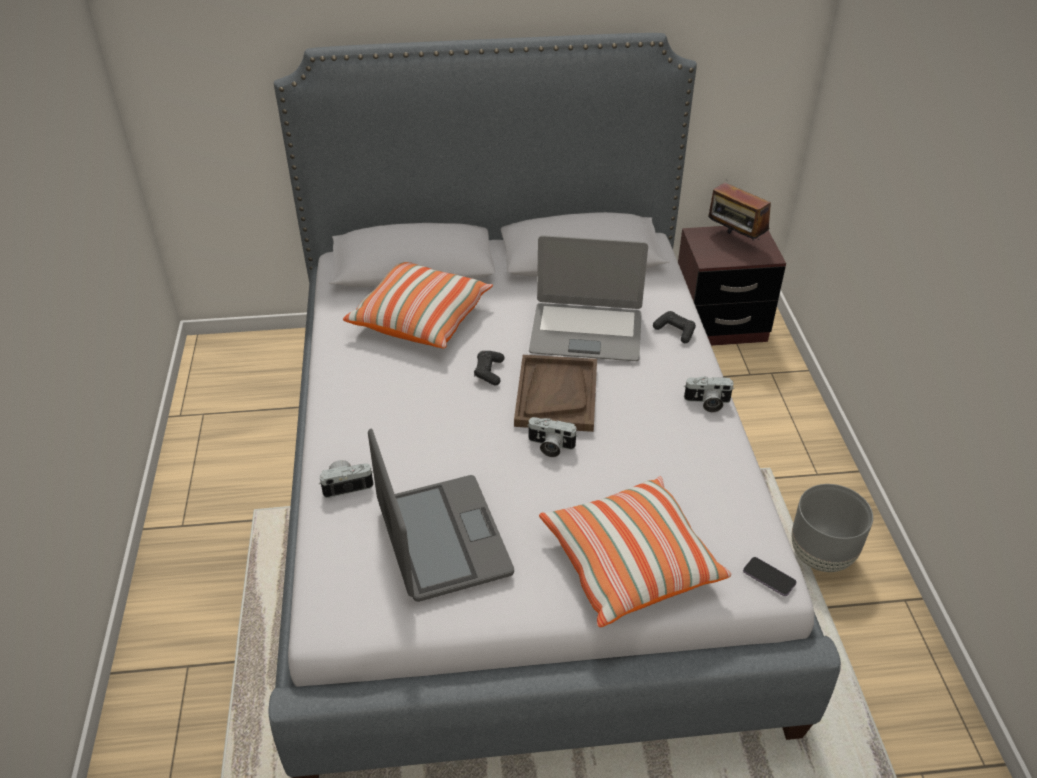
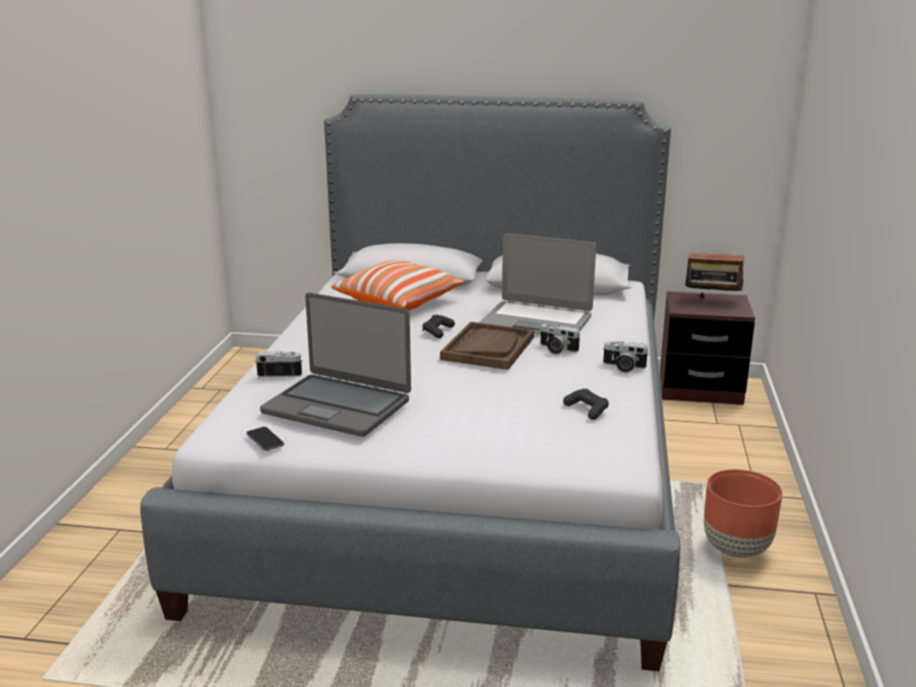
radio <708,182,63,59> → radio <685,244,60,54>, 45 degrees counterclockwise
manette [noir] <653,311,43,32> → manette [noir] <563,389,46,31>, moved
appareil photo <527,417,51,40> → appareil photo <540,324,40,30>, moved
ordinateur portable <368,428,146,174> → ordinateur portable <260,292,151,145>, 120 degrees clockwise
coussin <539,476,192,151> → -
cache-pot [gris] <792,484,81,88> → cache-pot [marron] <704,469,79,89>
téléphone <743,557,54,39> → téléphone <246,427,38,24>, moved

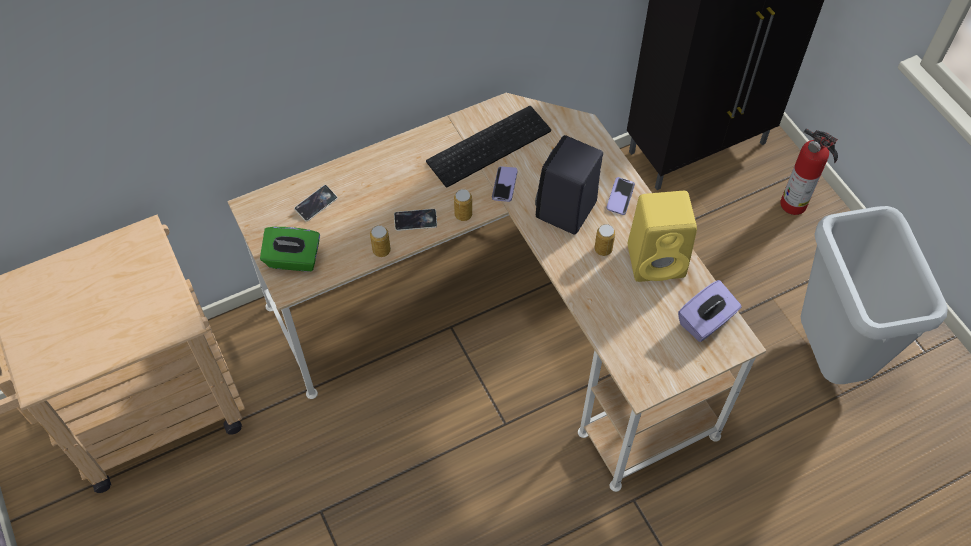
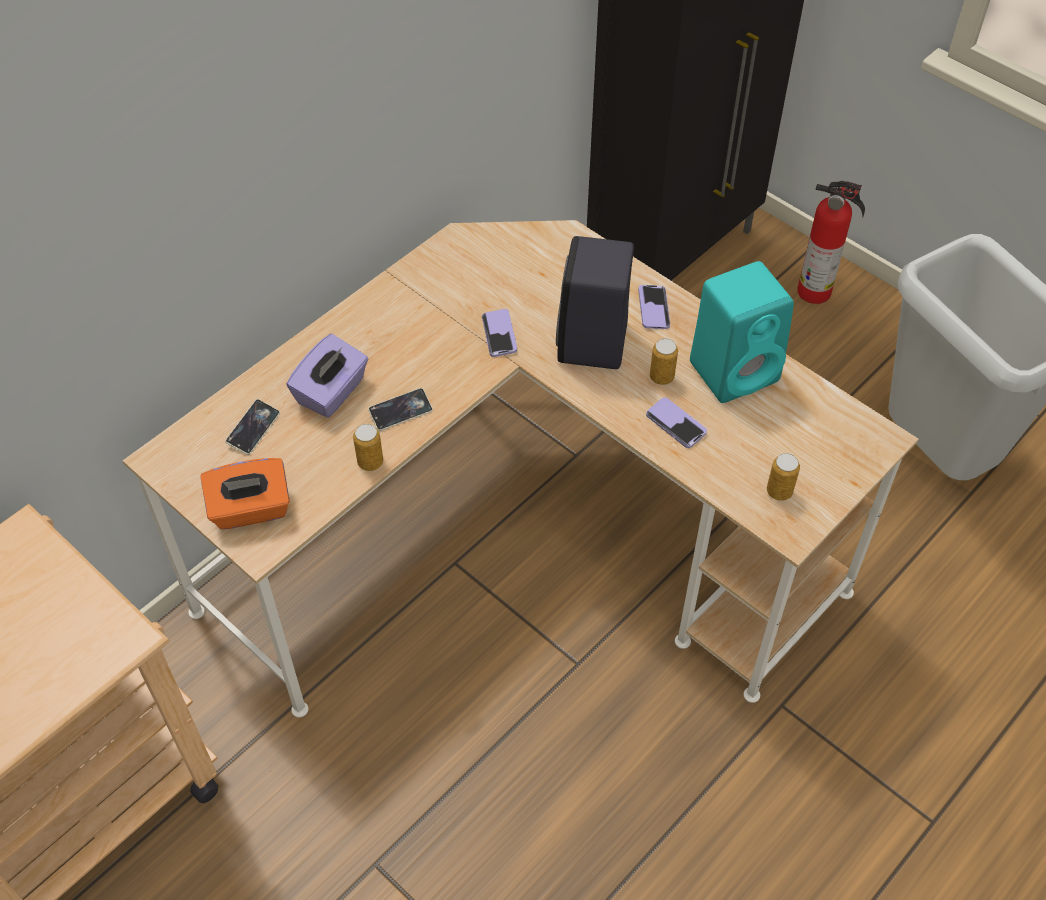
clavier <426,106,125,81> → -
boîte métallique <454,189,18,32> → boîte métallique <767,453,33,48>, moved
enceinte [jaune] <627,191,70,91> → enceinte [turquoise] <690,261,104,142>
boîte à mouchoirs [vert] <260,227,60,45> → boîte à mouchoirs [orange] <200,458,90,72>
boîte à mouchoirs [violet] <678,280,63,62> → boîte à mouchoirs [violet] <286,334,82,84>, moved
- → téléphone <646,398,61,50>

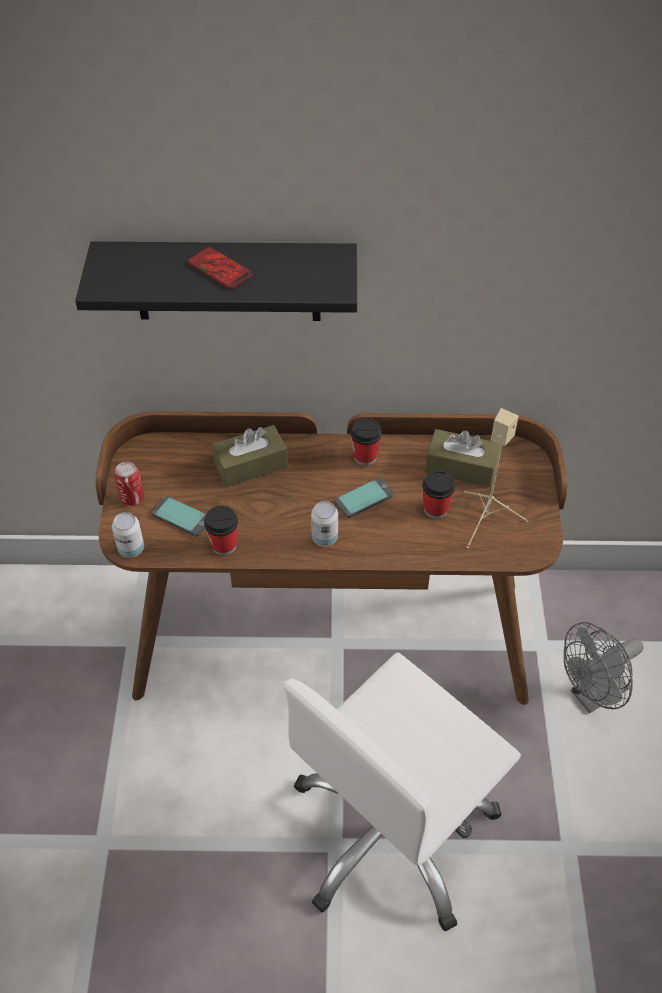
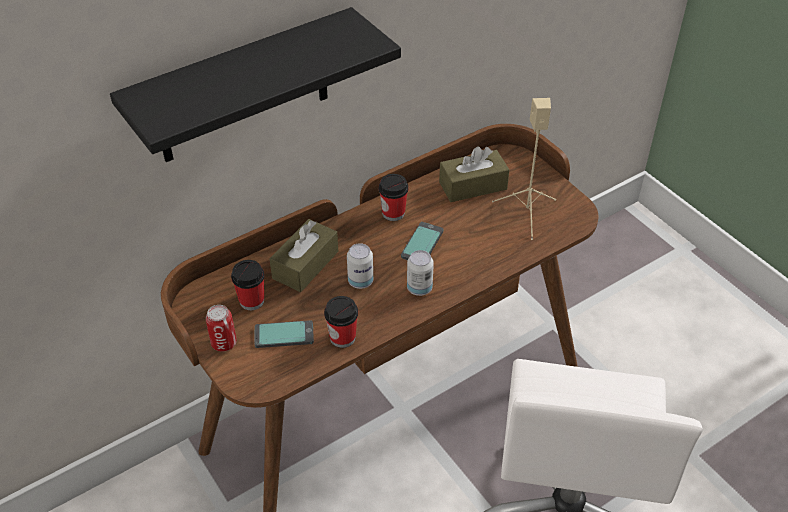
téléphone <187,247,65,42> → -
tasse <422,470,33,49> → tasse <231,260,34,50>, moved
boîte métallique <112,512,32,46> → boîte métallique <347,243,26,46>, moved
ventilateur [gris] <564,622,80,92> → -

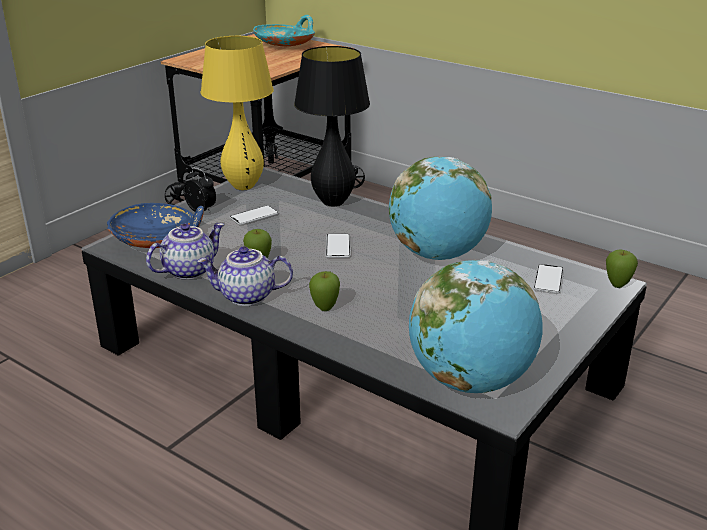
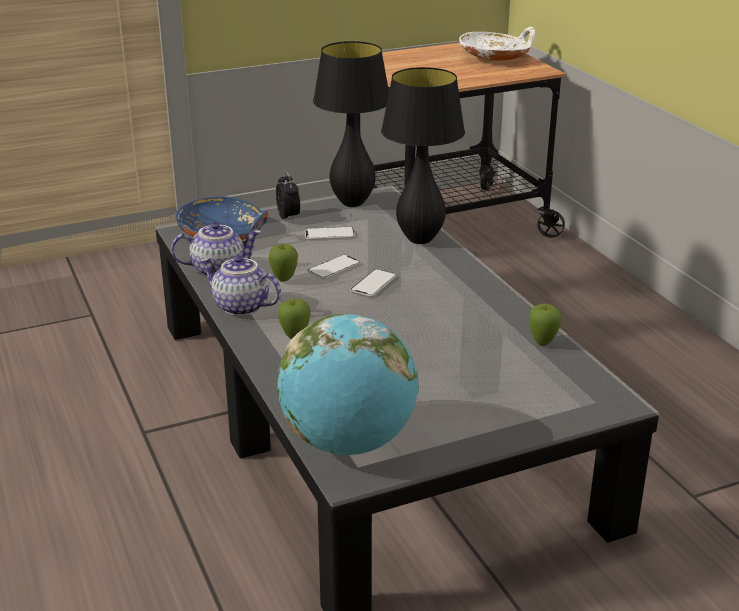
bol [turquoise] <253,15,62,31> → bol [blanc] <459,27,76,33>
lampe de table [jaune] <201,36,73,154> → lampe de table [noir] <313,41,76,166>
globe <389,157,103,103> → -
pomme <606,250,32,38> → pomme <529,304,33,42>, moved
téléphone <533,264,31,30> → téléphone <307,254,54,25>, moved

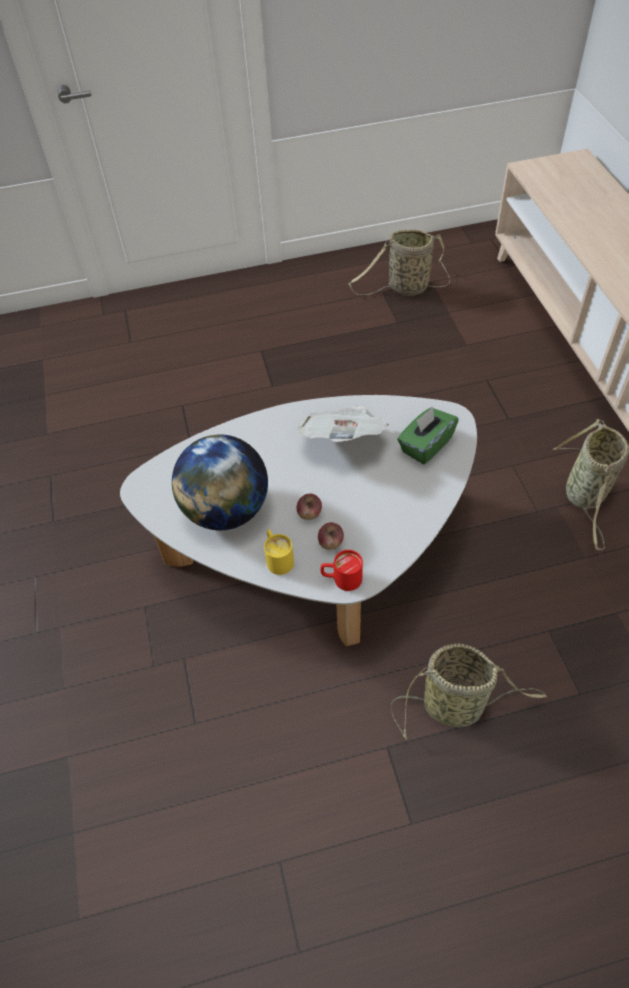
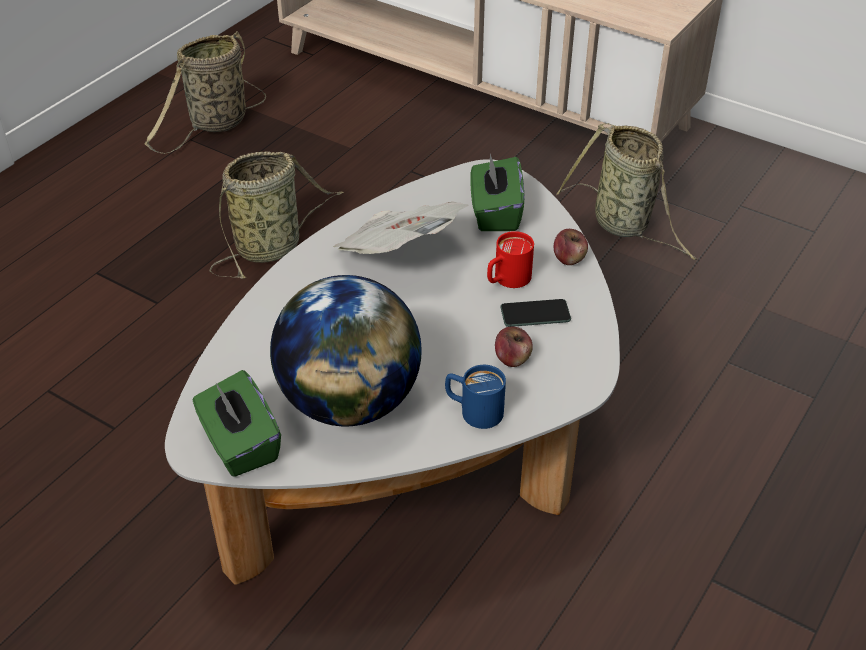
pomme <297,494,25,26> → pomme <554,229,34,36>, moved
mug [jaune] <264,529,30,46> → mug [bleu] <445,365,61,64>
mug [rouge] <320,550,43,41> → mug [rouge] <487,231,47,57>, moved
panier <391,643,156,97> → panier <209,152,135,127>, moved
- → téléphone <501,299,70,28>
- → boîte à mouchoirs [vert] <192,370,89,107>

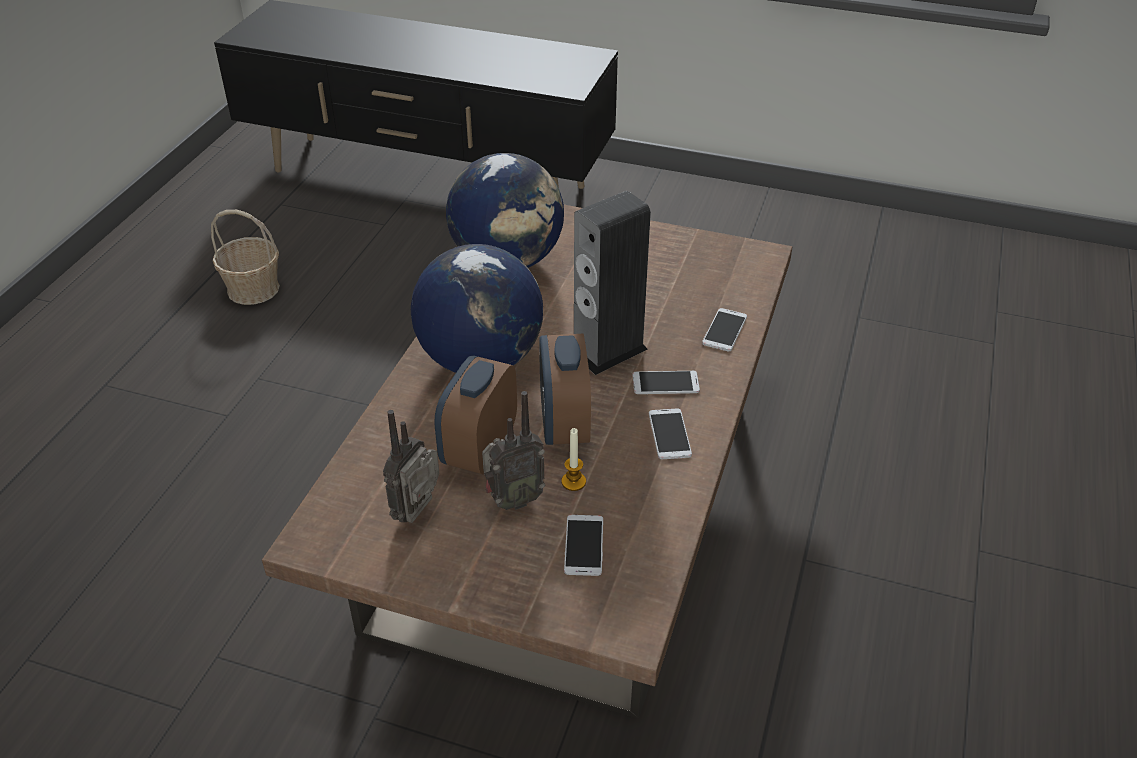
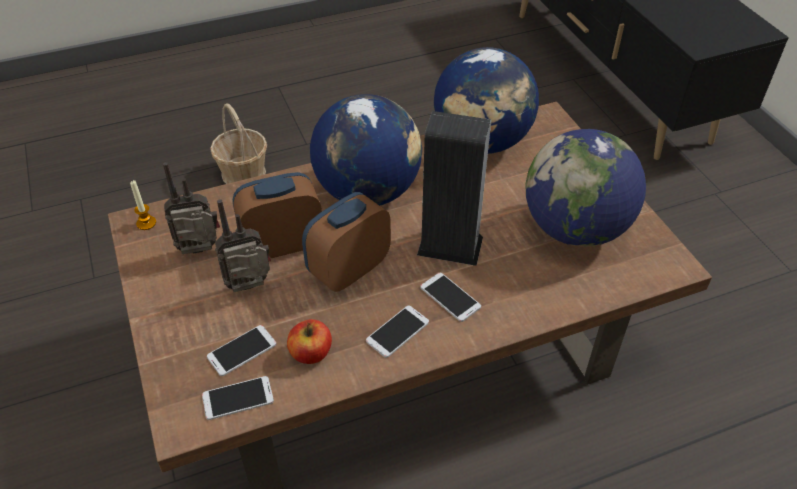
panier <211,210,69,95> → panier <210,103,57,81>, moved
téléphone <702,308,45,43> → téléphone <202,376,72,44>, moved
radio <482,391,63,119> → radio <215,199,56,93>, 135 degrees clockwise
bougie <561,428,25,63> → bougie <130,180,26,50>, moved
- → globe <526,129,120,118>
- → pomme <287,319,45,45>

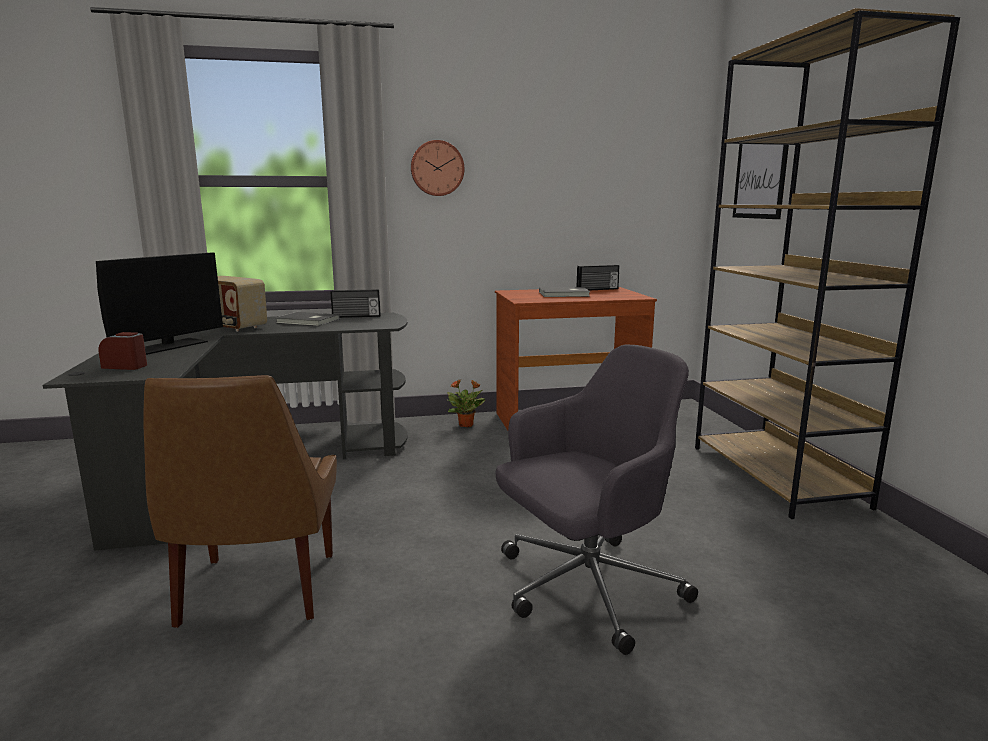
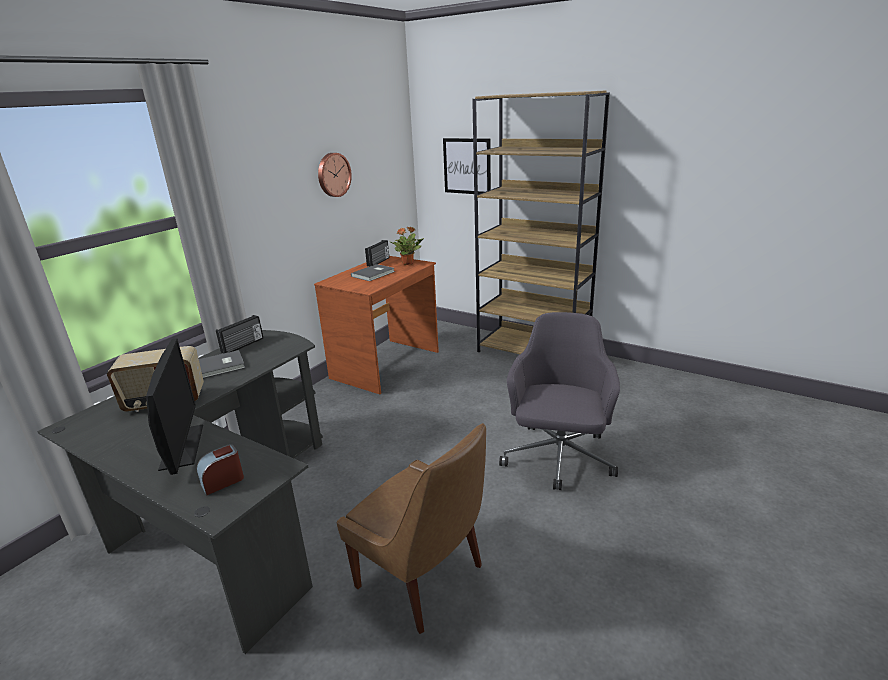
horloge murale <411,140,53,56> → horloge murale <318,153,34,44>, moved
plante en pot <446,379,39,48> → plante en pot <390,227,34,38>, moved

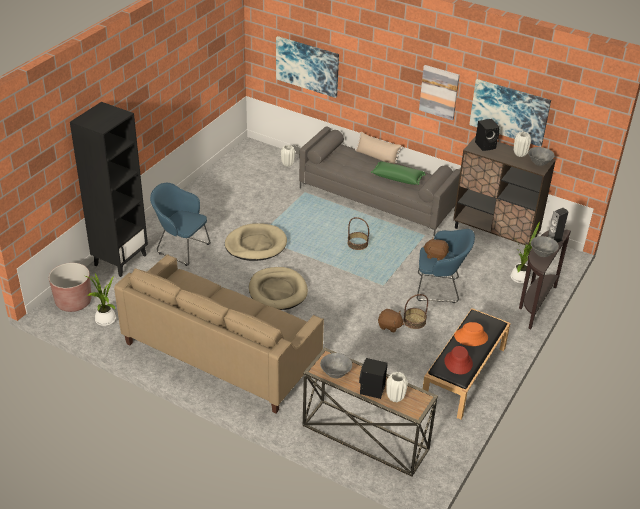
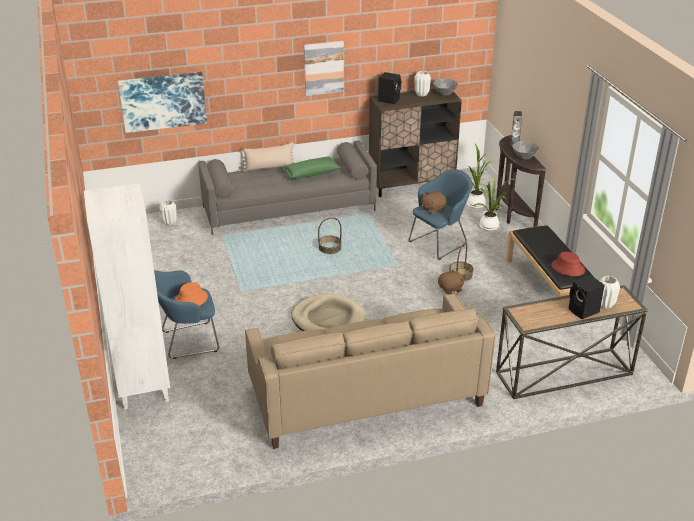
tableau <469,79,82,68> → -
bibliothèque [noir] <70,102,78,175> → bibliothèque [blanc] <84,183,86,227>
panier pour chien [beige] <225,223,62,38> → -
cache-pot [marron] <49,263,43,49> → -
plante en pot <86,274,30,52> → plante en pot <475,177,39,54>, moved
chapeau [orange] <454,322,34,24> → chapeau [orange] <174,282,34,24>, moved
bol [gris] <320,353,32,25> → -

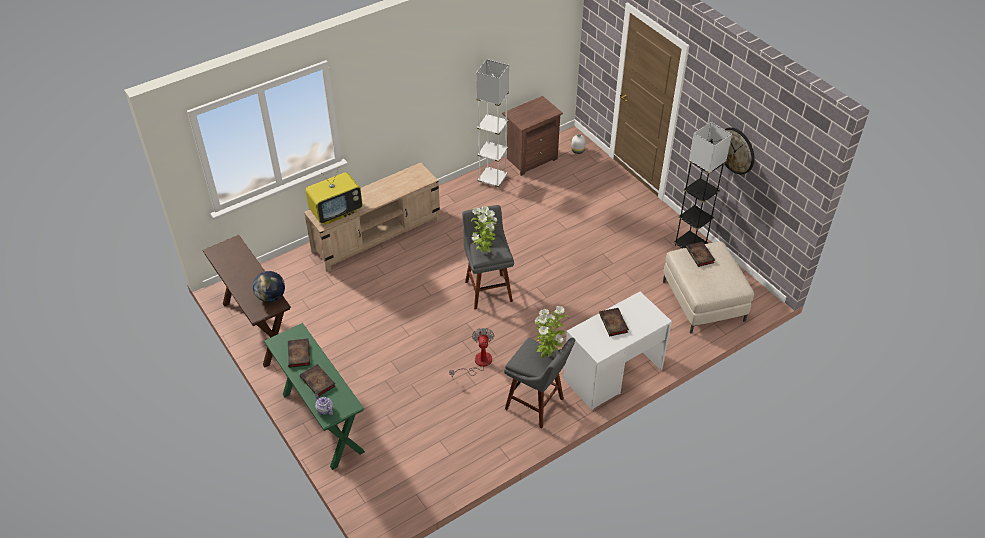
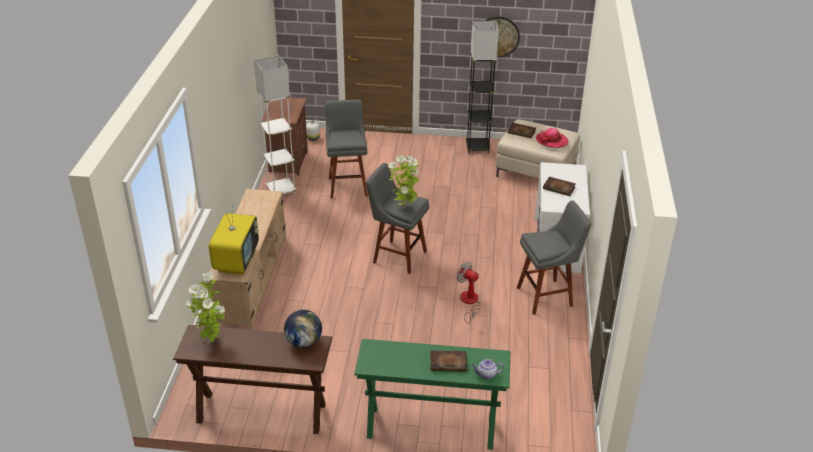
plante en pot <535,306,33,52> → plante en pot <186,272,39,71>, moved
livre <288,338,22,30> → -
- → tabouret [gris] <325,100,43,99>
- → chapeau <536,128,33,20>

